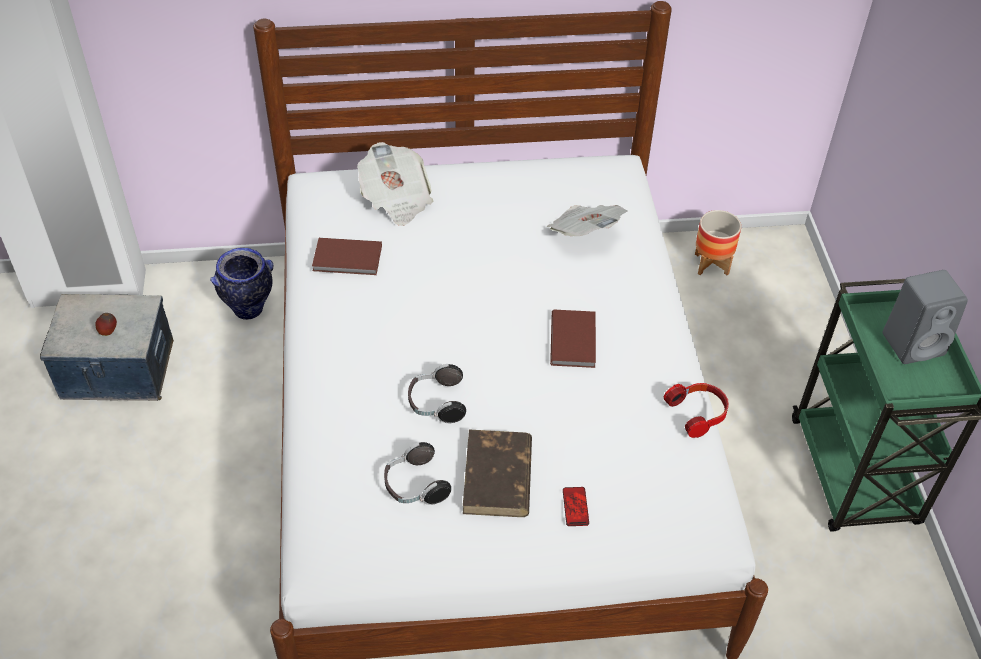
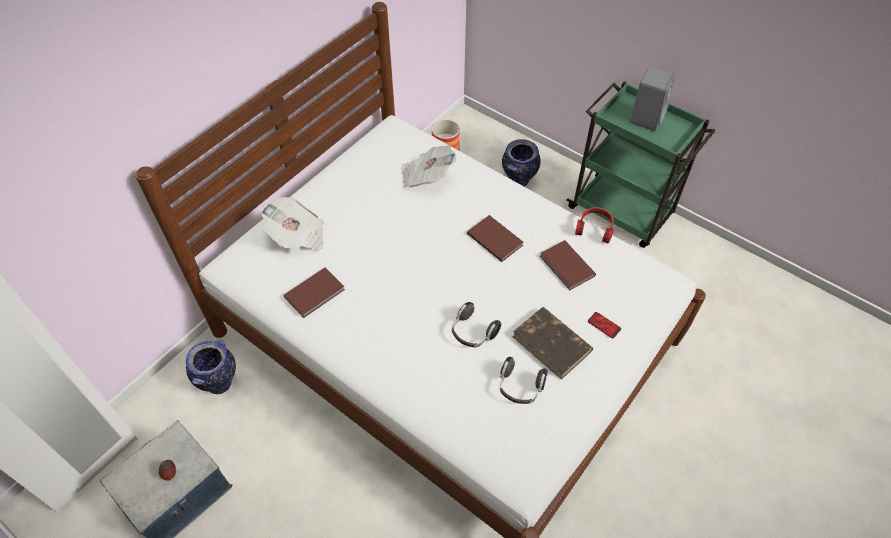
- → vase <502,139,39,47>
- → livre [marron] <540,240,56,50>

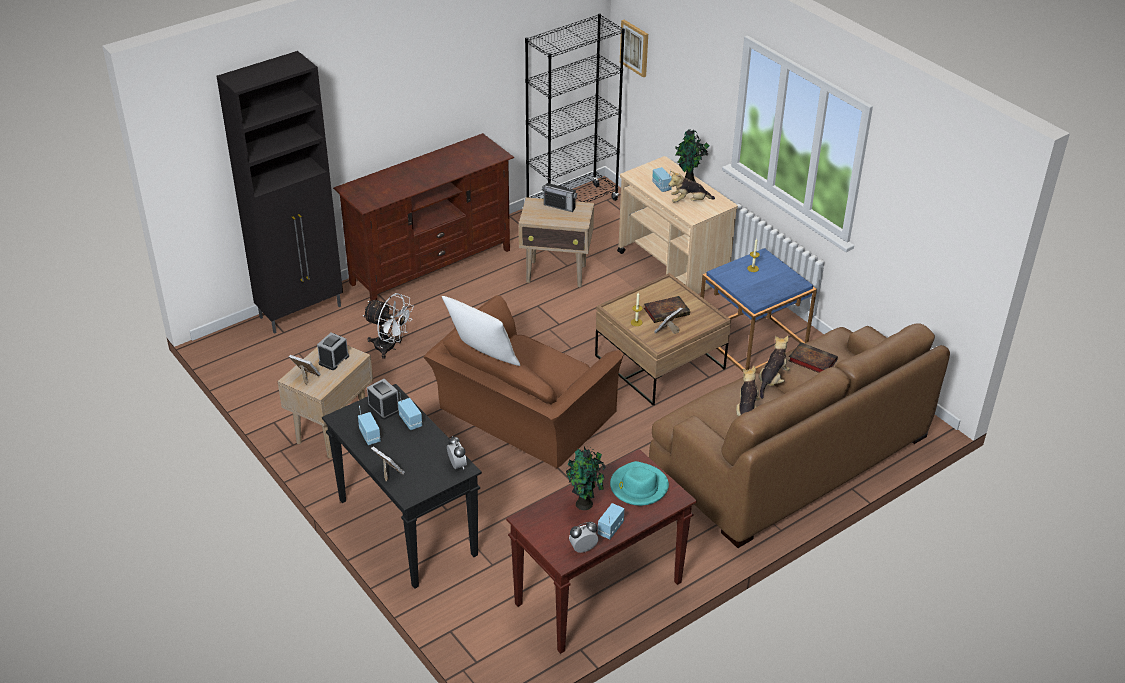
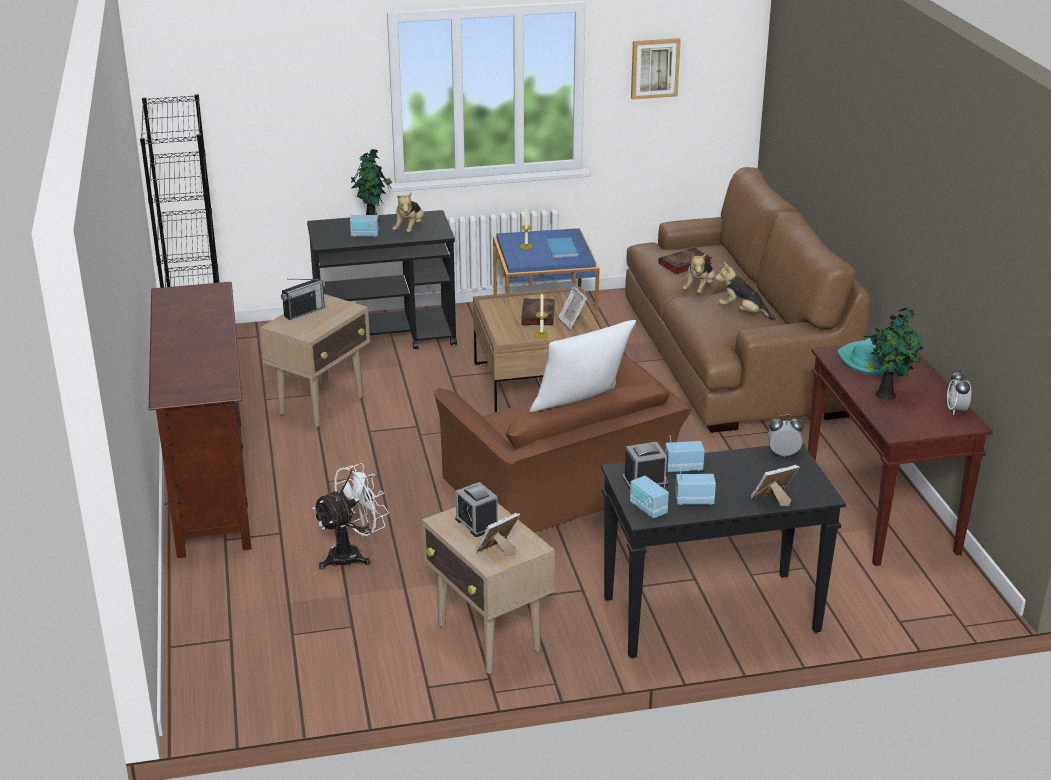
tableau <620,20,28,58> → tableau <631,38,50,62>, moved
meuble de rangement [noir] <216,51,127,283> → -
chariot [beige] <617,156,121,138> → chariot [noir] <307,210,150,139>
peluche <759,336,31,63> → peluche <683,254,32,39>, 120 degrees counterclockwise
radio <598,503,26,36> → radio <630,476,39,43>, moved
- → livre [bleu] <547,237,32,21>

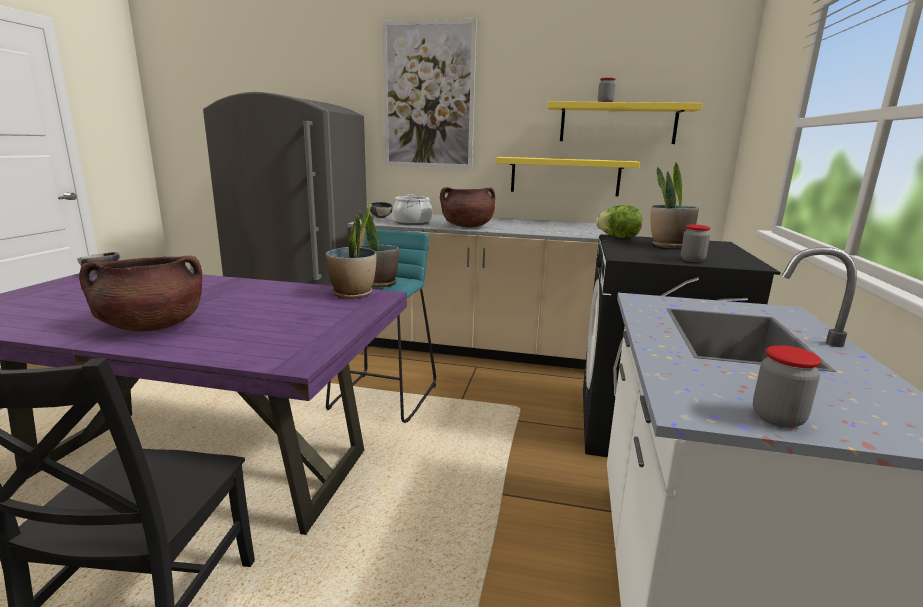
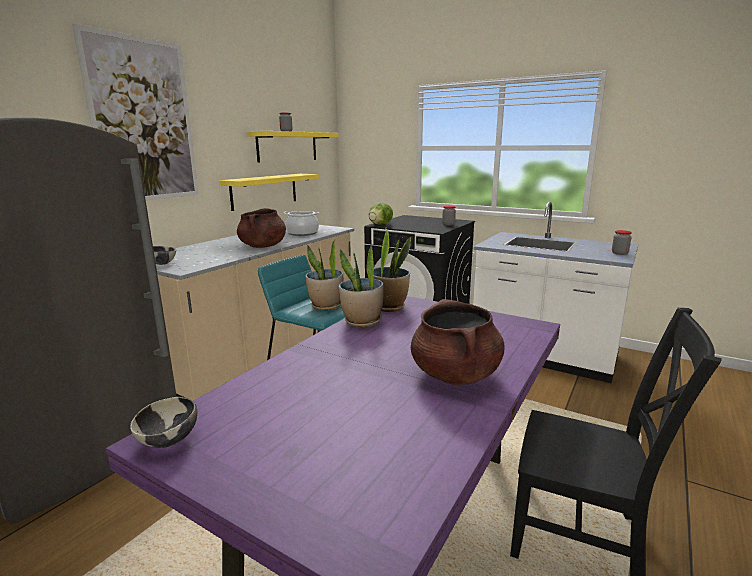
plante en pot <650,163,49,85> → plante en pot <339,245,44,82>, moved
marmite <392,194,40,31> → marmite <284,211,35,25>, moved

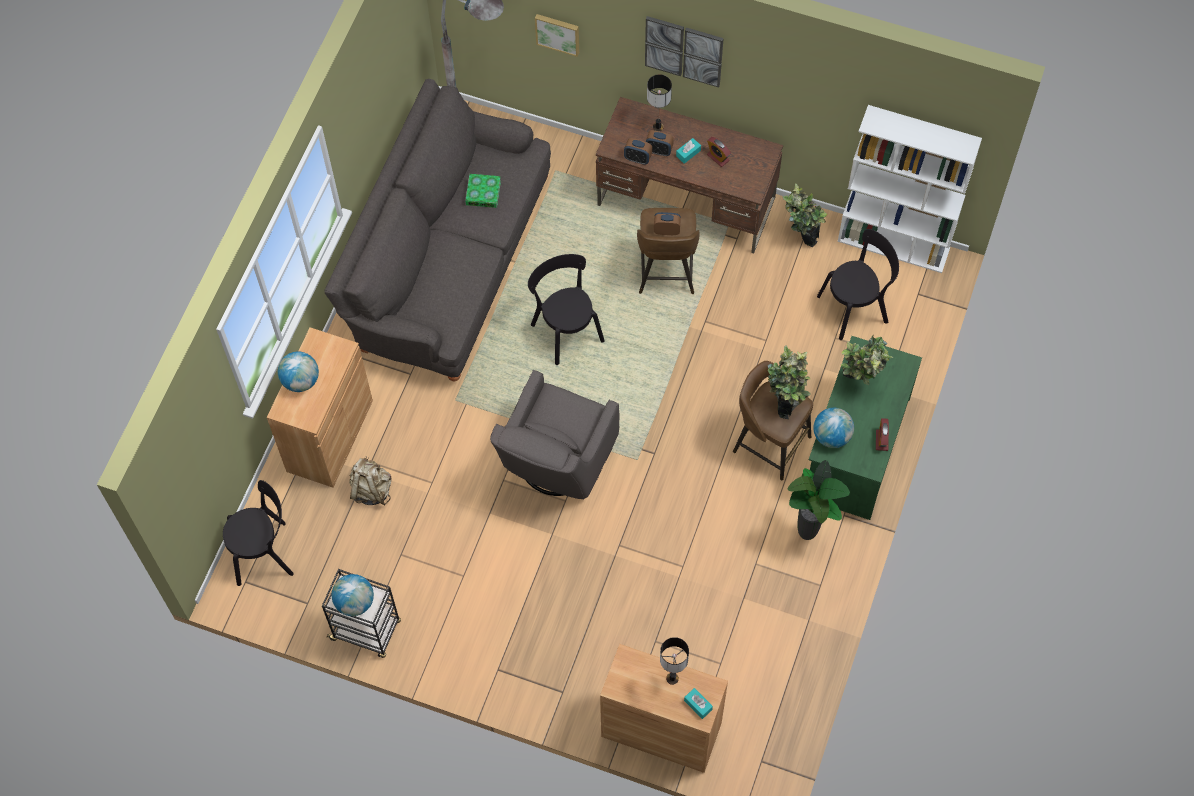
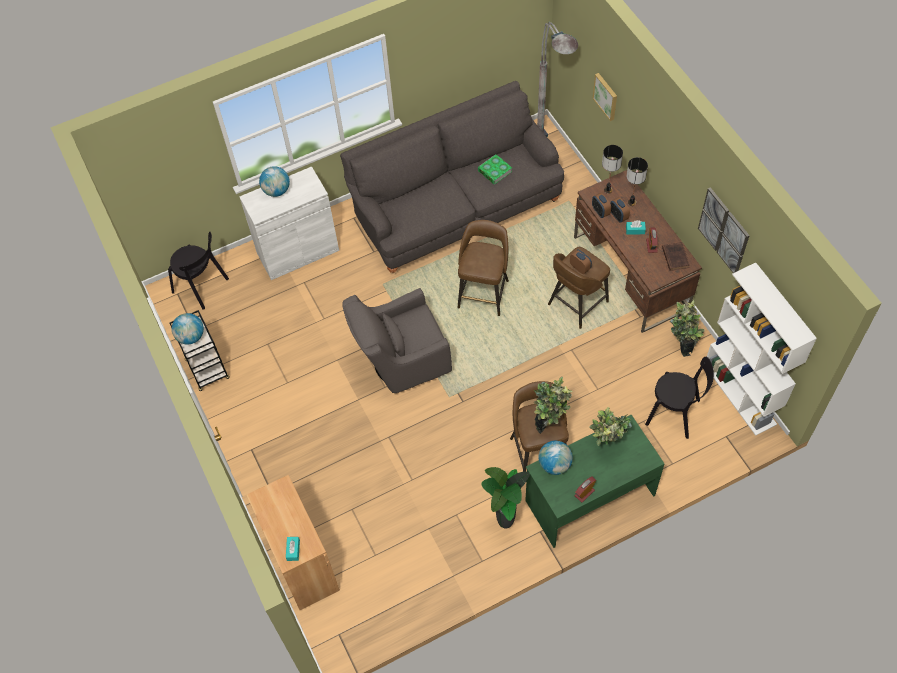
tableau <645,16,79,72> → tableau <698,187,52,86>, moved
chaise [noir] <528,254,77,111> → tabouret [marron] <458,220,51,96>
meuble de rangement [marron] <267,327,106,161> → meuble de rangement [blanc] <240,166,99,114>
sac à dos [beige] <349,456,43,49> → -
lampe de table <660,637,29,48> → lampe de table <602,145,21,49>, moved
- → livre [marron] <662,242,28,29>

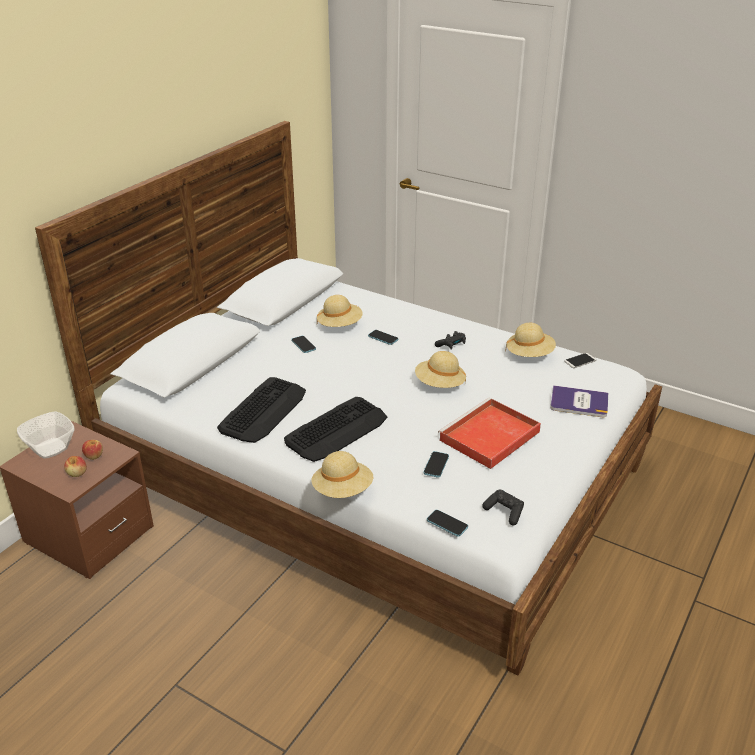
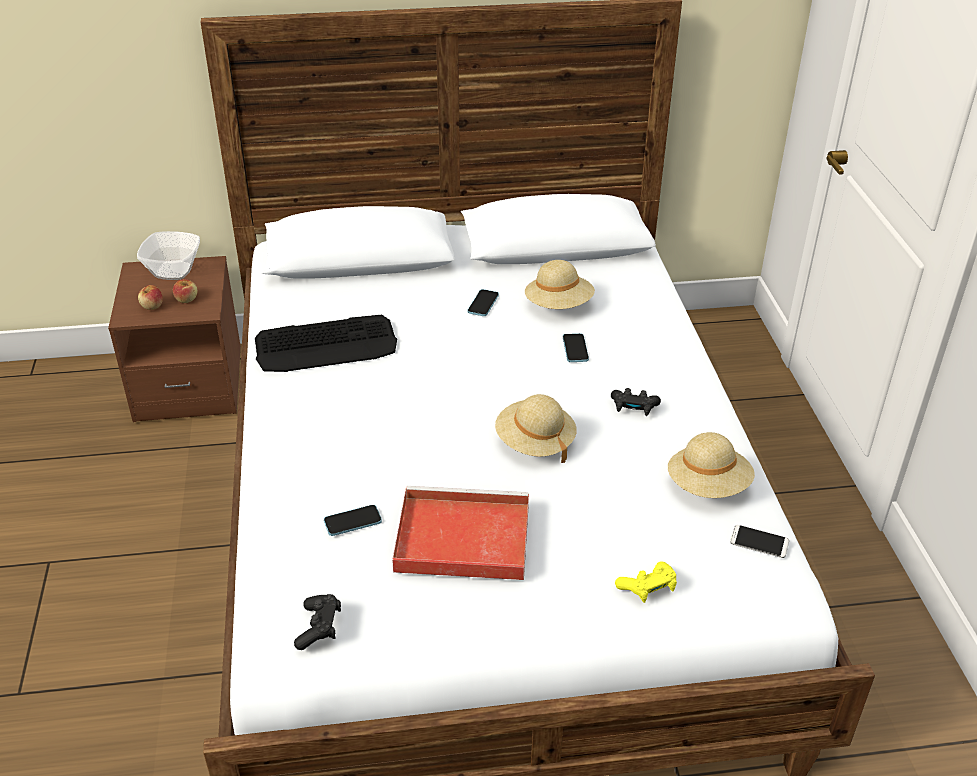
livre <550,385,58,32> → manette [jaune] <615,561,62,42>
clavier <284,397,103,65> → -
chapeau [beige] <312,451,61,47> → -
téléphone <427,510,41,27> → -

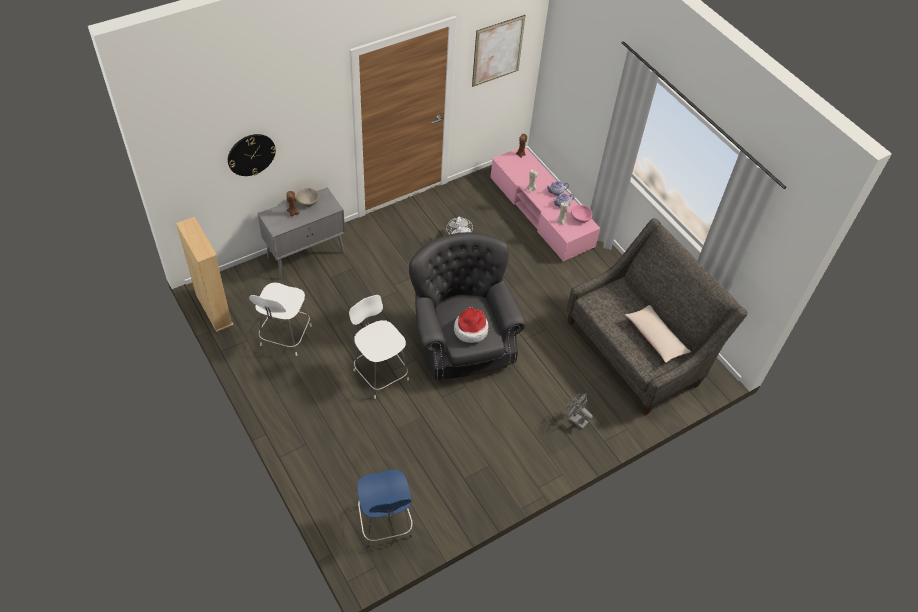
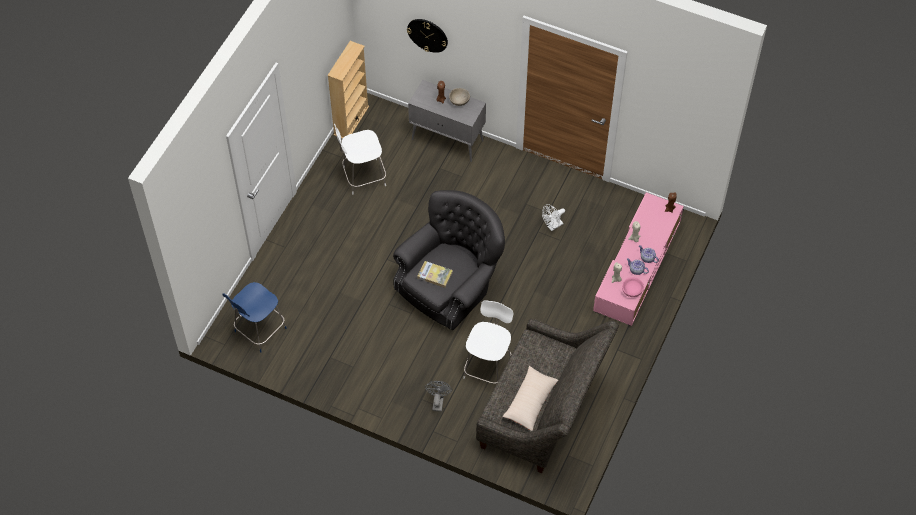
tableau <472,15,53,72> → -
tabouret [blanc] <349,295,60,104> → tabouret [blanc] <463,300,50,84>, moved
chapeau <454,307,35,36> → livre <418,261,35,27>

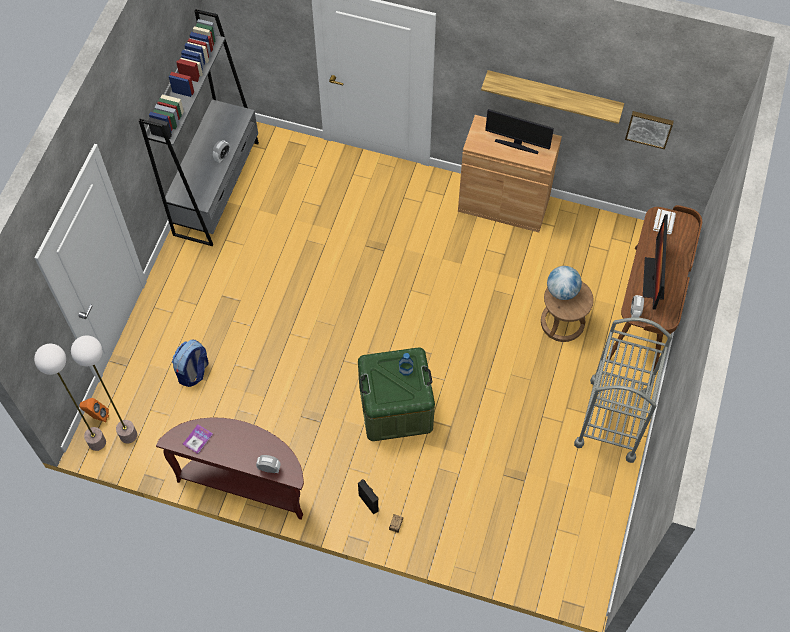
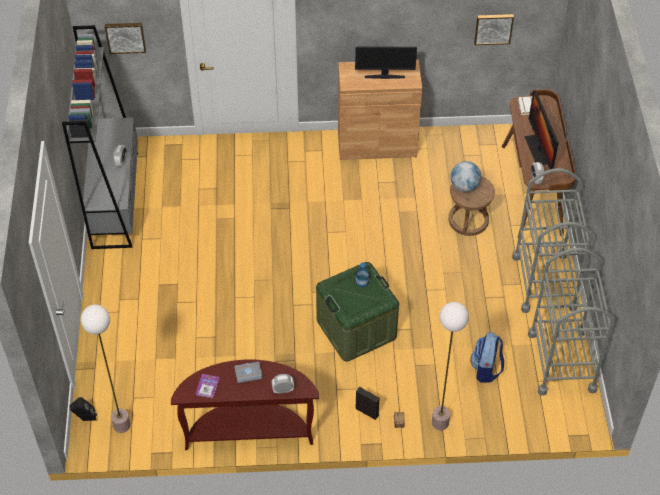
étagère <481,70,143,54> → -
sac à dos <172,340,37,47> → sac à dos <470,332,34,51>, moved
lampadaire <34,344,72,107> → lampadaire <432,302,37,128>, moved
enceinte [orange] <79,398,30,24> → enceinte [noir] <69,397,28,24>
- → tableau <105,23,41,31>
- → chariot [gris] <528,248,87,148>
- → livre [gris] <235,362,28,21>

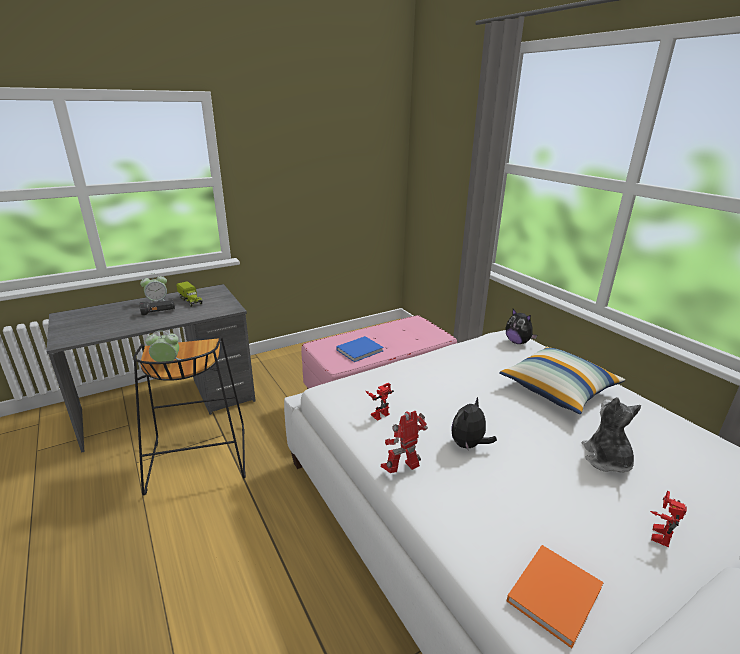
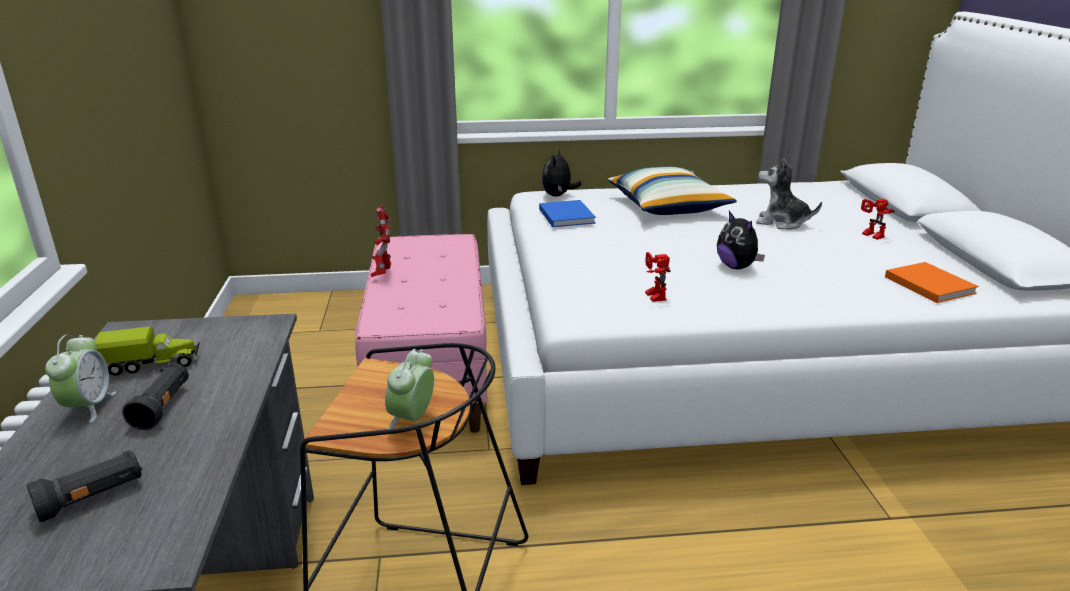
peluche <505,309,32,35> → peluche <542,150,39,46>, 120 degrees clockwise
livre [bleu] <336,336,48,26> → livre [bleu] <539,200,57,27>, moved
robot jouet <381,411,47,62> → robot jouet <370,205,21,72>, moved
- → lampe de poche [noir] <26,450,116,72>

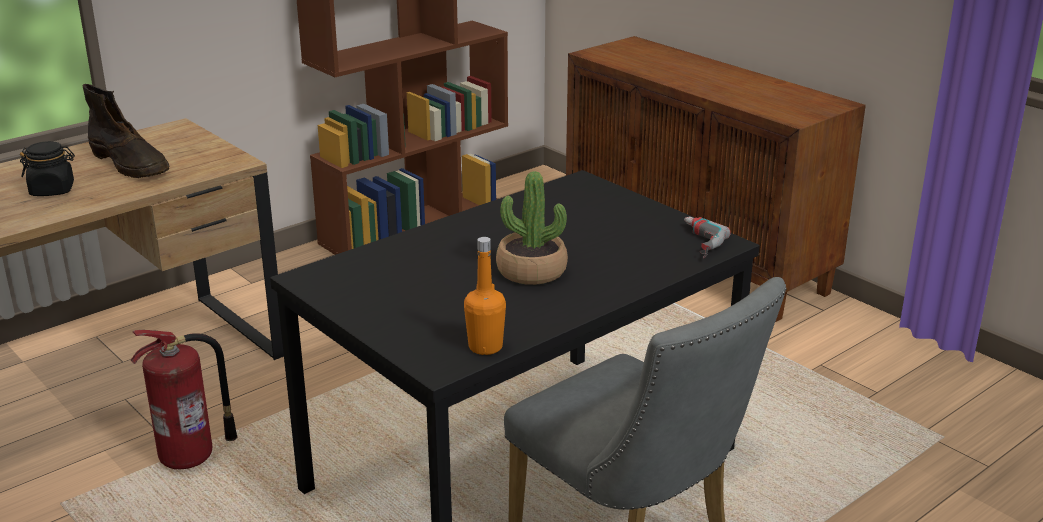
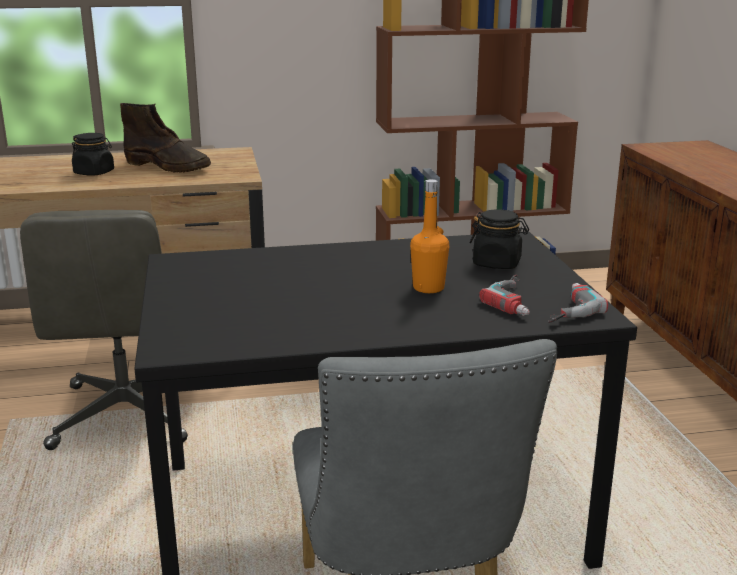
botte [marron] <83,84,86,94> → botte [marron] <120,103,91,69>, 45 degrees counterclockwise
plante en pot <496,171,72,114> → -
bouteille [orange] <464,237,42,118> → bouteille [orange] <410,179,39,114>, moved
extincteur <131,330,107,140> → chaise de bureau [gris] <20,210,168,240>
- → bocal [noir] <469,209,60,60>
- → perceuse <479,275,51,41>

